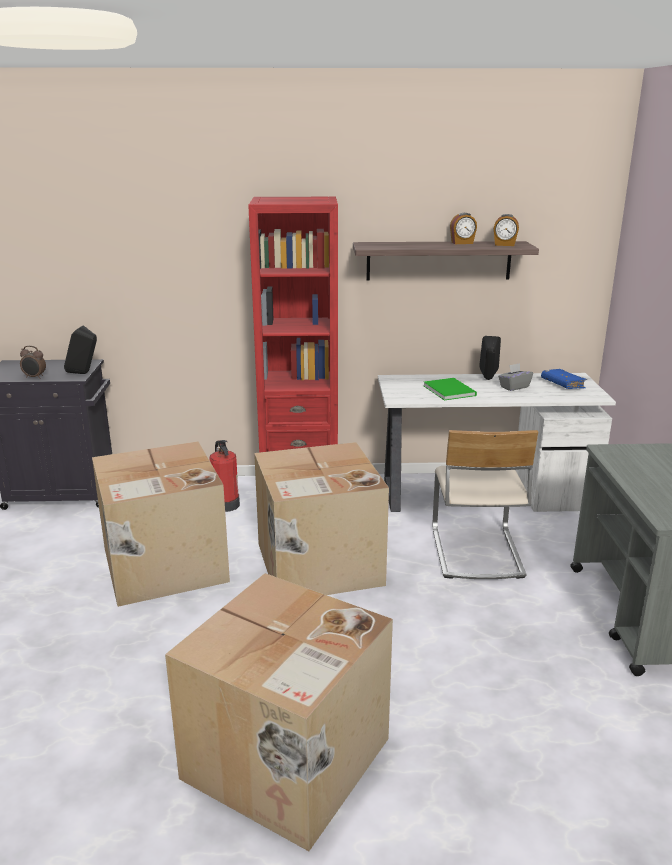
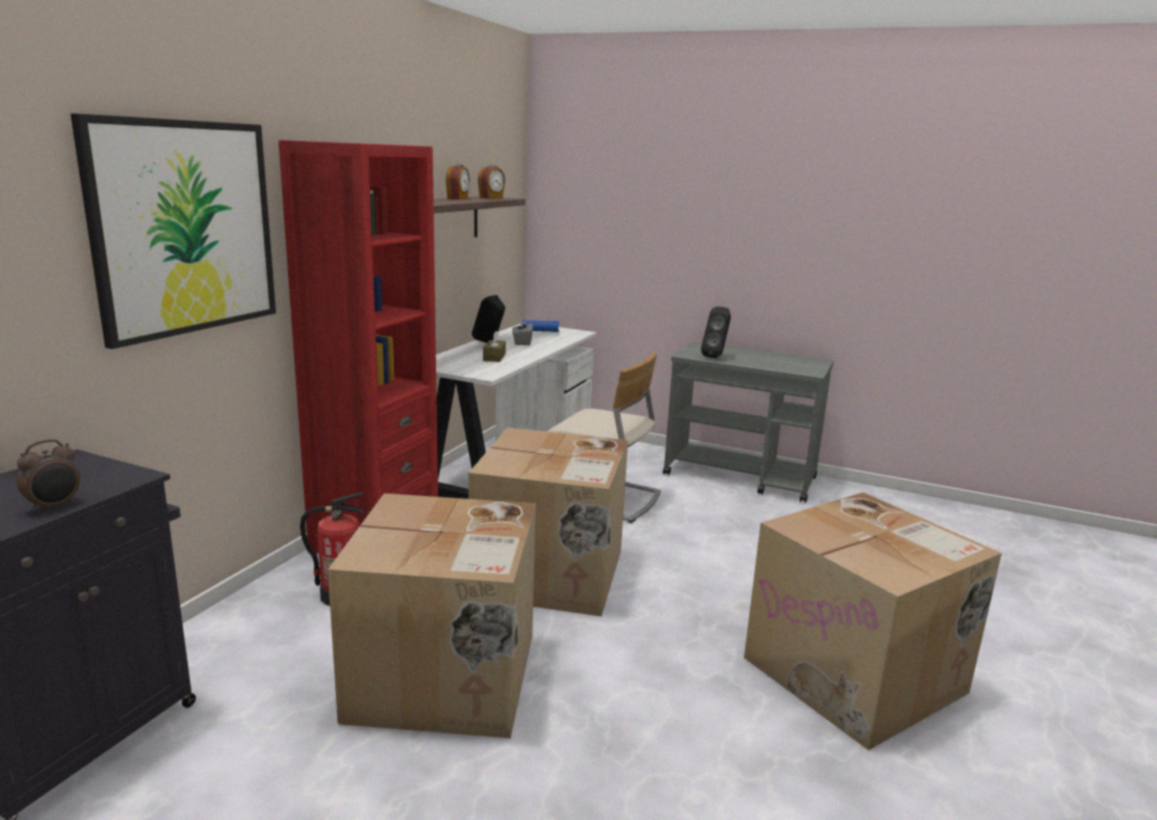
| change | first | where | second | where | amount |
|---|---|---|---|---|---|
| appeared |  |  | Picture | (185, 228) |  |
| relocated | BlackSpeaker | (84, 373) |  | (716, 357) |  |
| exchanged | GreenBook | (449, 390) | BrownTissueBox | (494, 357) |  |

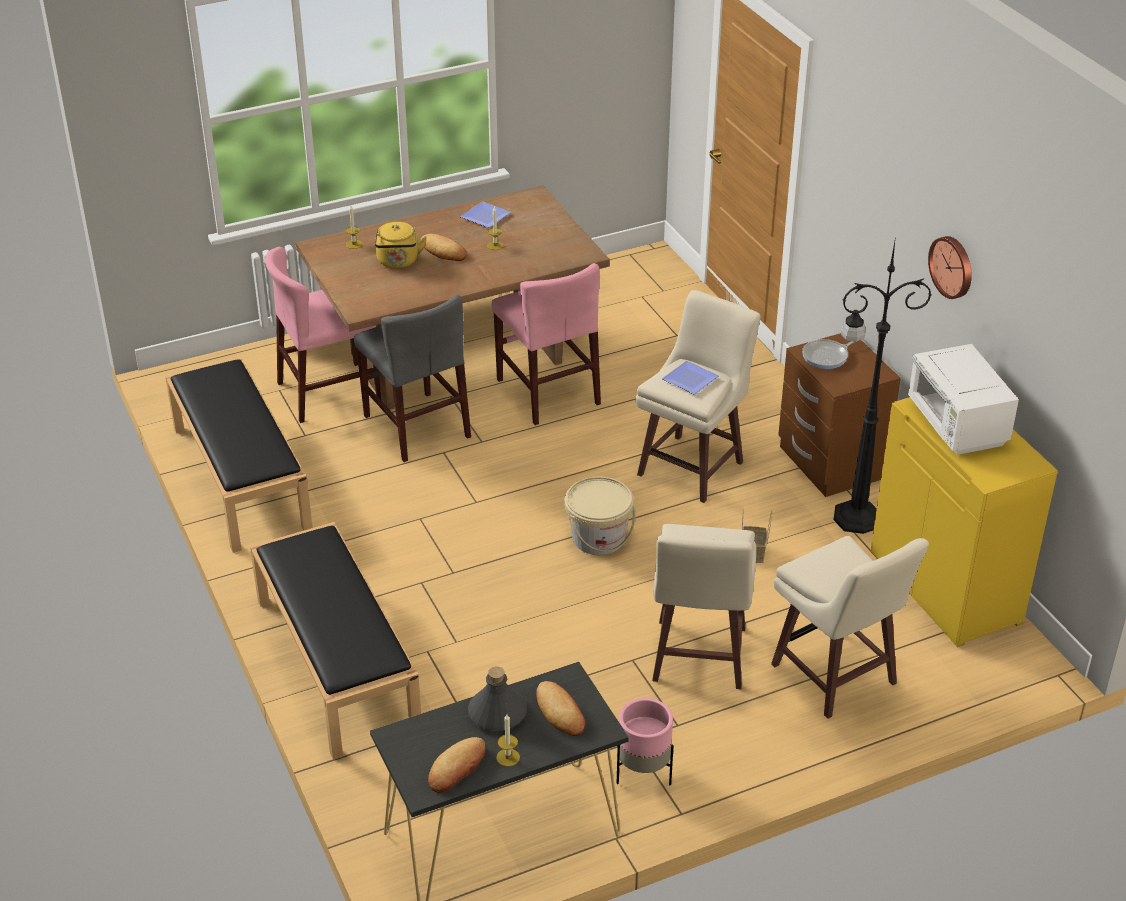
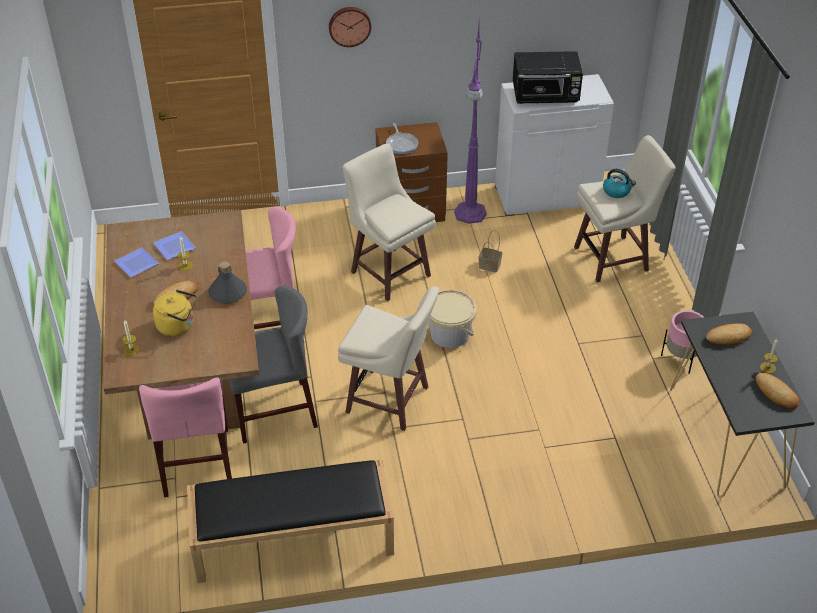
| change | first | where | second | where | amount |
|---|---|---|---|---|---|
| missing | BlackBench | (335, 662) |  |  |  |
| appeared |  |  | Kettle | (617, 191) |  |
| relocated | GreyBottle | (498, 713) |  | (228, 293) |  |
| relocated | BeigeStool | (698, 657) |  | (389, 401) |  |
| relocated | Plate | (692, 379) |  | (175, 246) |  |
| relocated | WallClock | (952, 266) |  | (349, 25) |  |
| colour | BlackFloorLamp | (854, 517) | PurpleFloorLamp | (469, 214) |  |
| colour | YellowCabinet | (947, 588) | WhiteCabinet | (547, 195) |  |
| colour | WhiteMicrowave | (956, 426) | BlackMicrowave | (546, 96) |  |

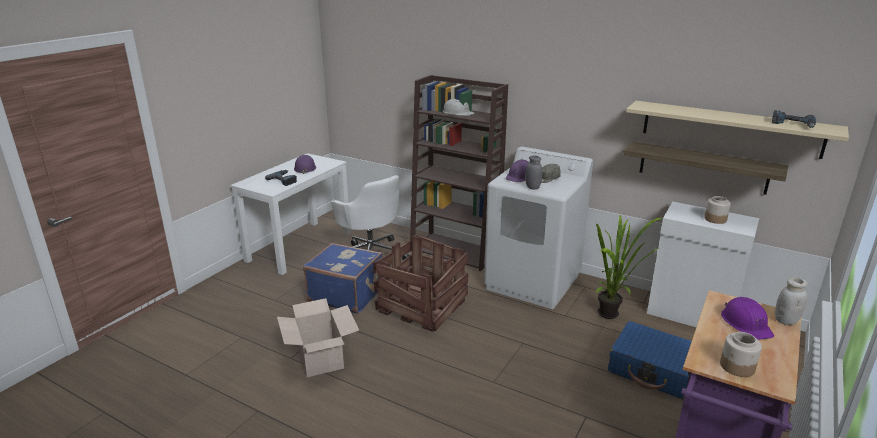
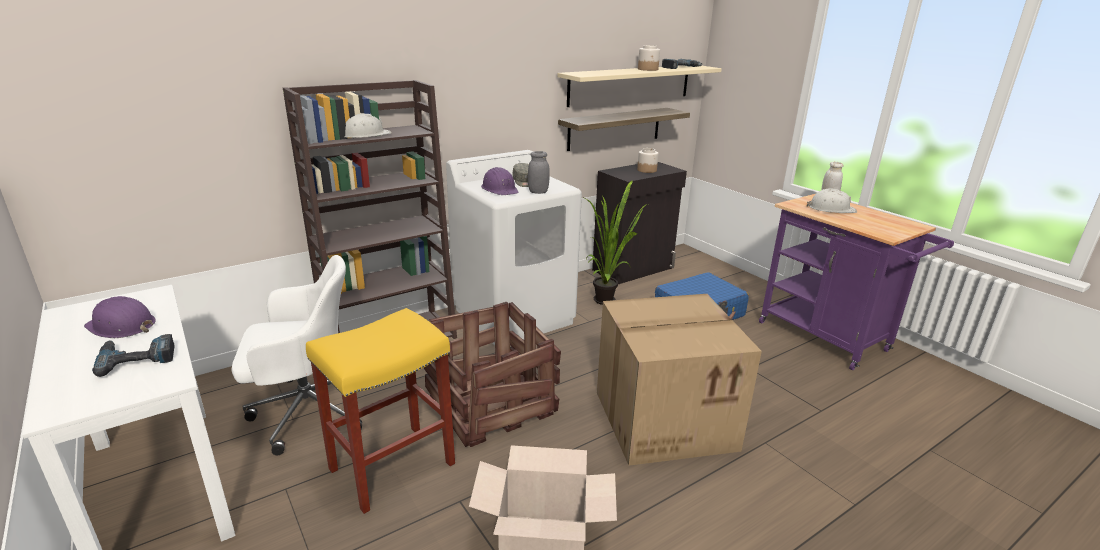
| change | first | where | second | where | amount |
|---|---|---|---|---|---|
| appeared |  |  | CardboardBox | (665, 418) |  |
| relocated | Jar | (737, 367) |  | (648, 69) |  |
| exchanged | BlueSuitcase | (346, 294) | YellowStool | (391, 467) |  |
| colour | WhiteCabinet | (691, 315) | BlackCabinet | (634, 269) |  |
| colour | PurpleHardHat | (746, 323) | WhiteHardHat | (831, 209) |  |

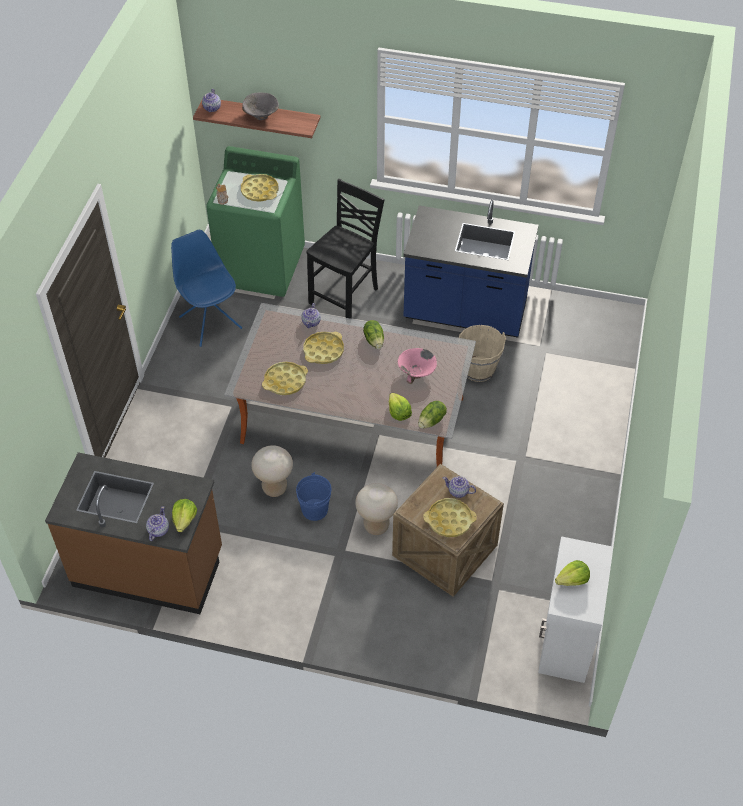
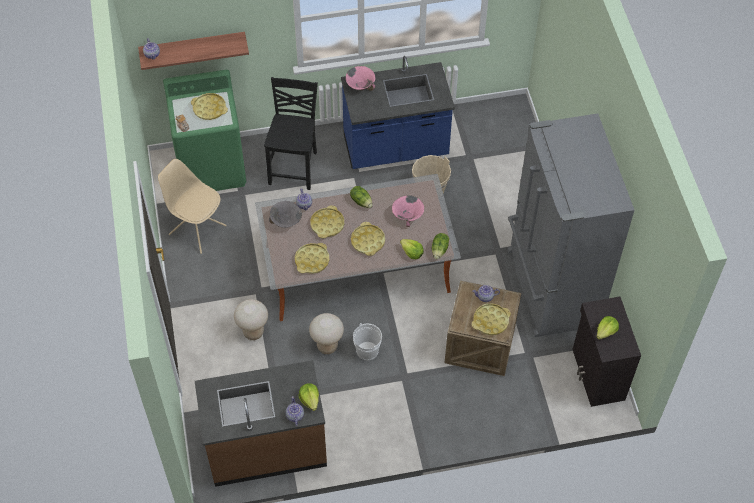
| change | first | where | second | where | amount |
|---|---|---|---|---|---|
| appeared |  |  | PinkBowl | (360, 86) |  |
| appeared |  |  | YellowTray | (367, 241) |  |
| appeared |  |  | GreyFridge | (550, 288) |  |
| relocated | GreyBowl | (261, 116) |  | (286, 221) |  |
| relocated | BeigeStool | (376, 526) |  | (253, 332) |  |
| colour | BlueChair | (210, 322) | BeigeChair | (196, 229) |  |
| colour | BlueBucket | (314, 510) | WhiteBucket | (367, 351) |  |
| colour | WhiteCabinet | (565, 640) | BlackCabinet | (597, 375) |  |

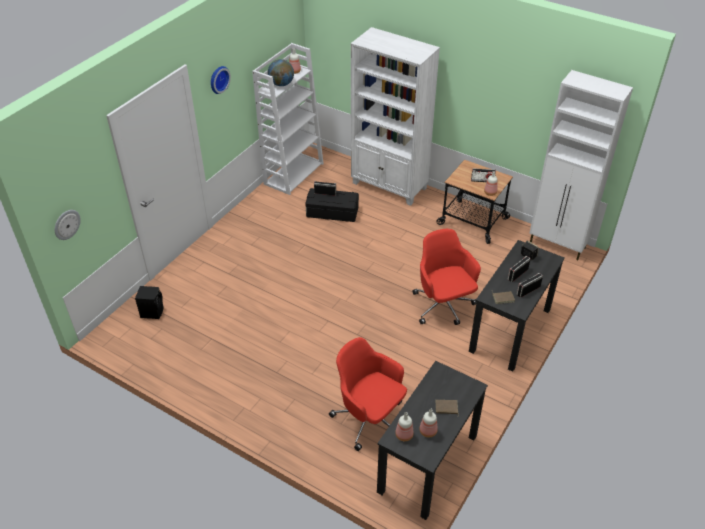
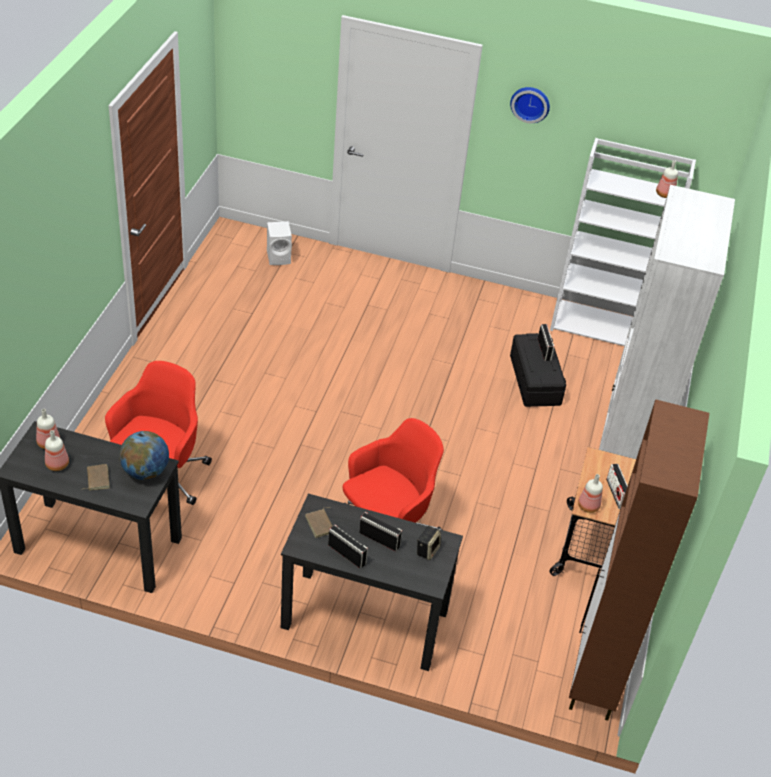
| change | first | where | second | where | amount |
|---|---|---|---|---|---|
| missing | WallClock | (66, 224) |  |  |  |
| relocated | Globe | (281, 84) |  | (145, 471) |  |
| colour | BlackSpeaker | (152, 311) | WhiteSpeaker | (279, 257) |  |
| colour | WhiteCabinet | (558, 245) | BrownCabinet | (595, 677) |  |

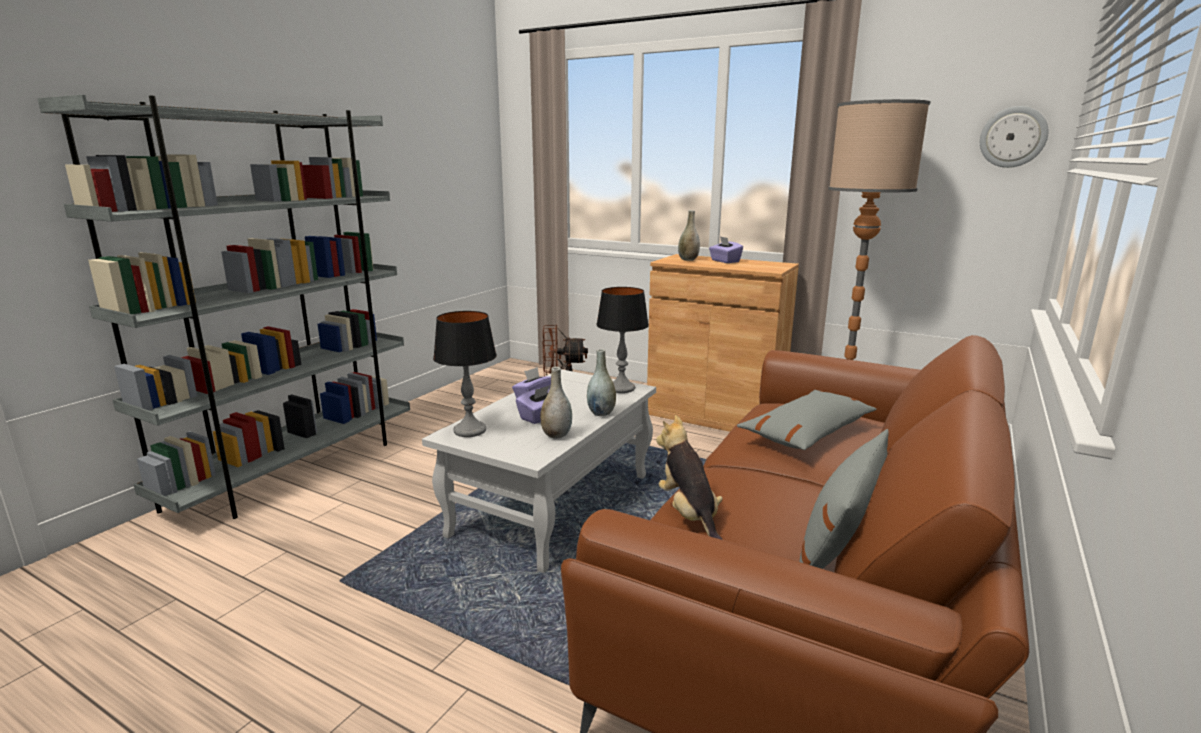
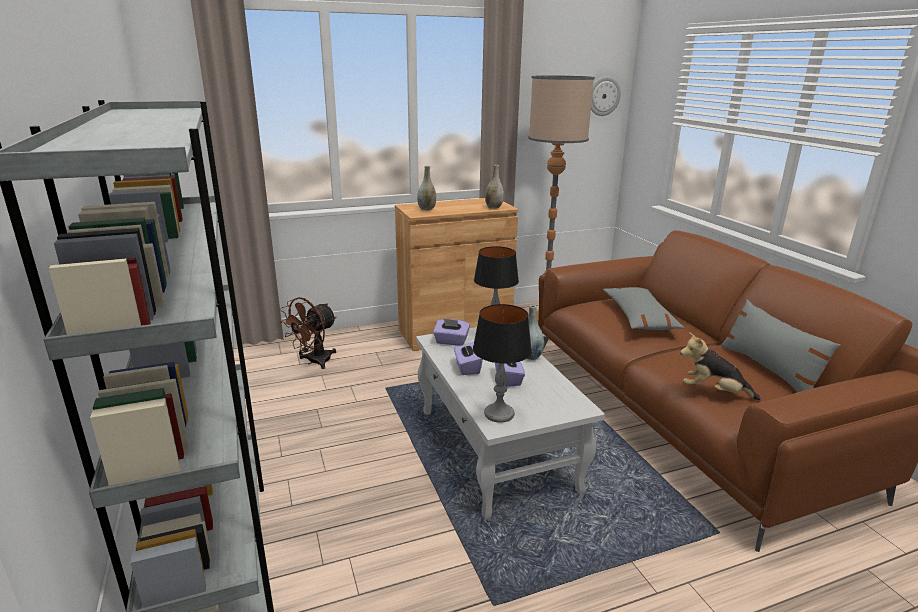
| change | first | where | second | where | amount |
|---|---|---|---|---|---|
| relocated | GreyVase | (556, 435) |  | (494, 207) |  |
| relocated | PurpleTissueBox | (724, 261) |  | (451, 341) |  |

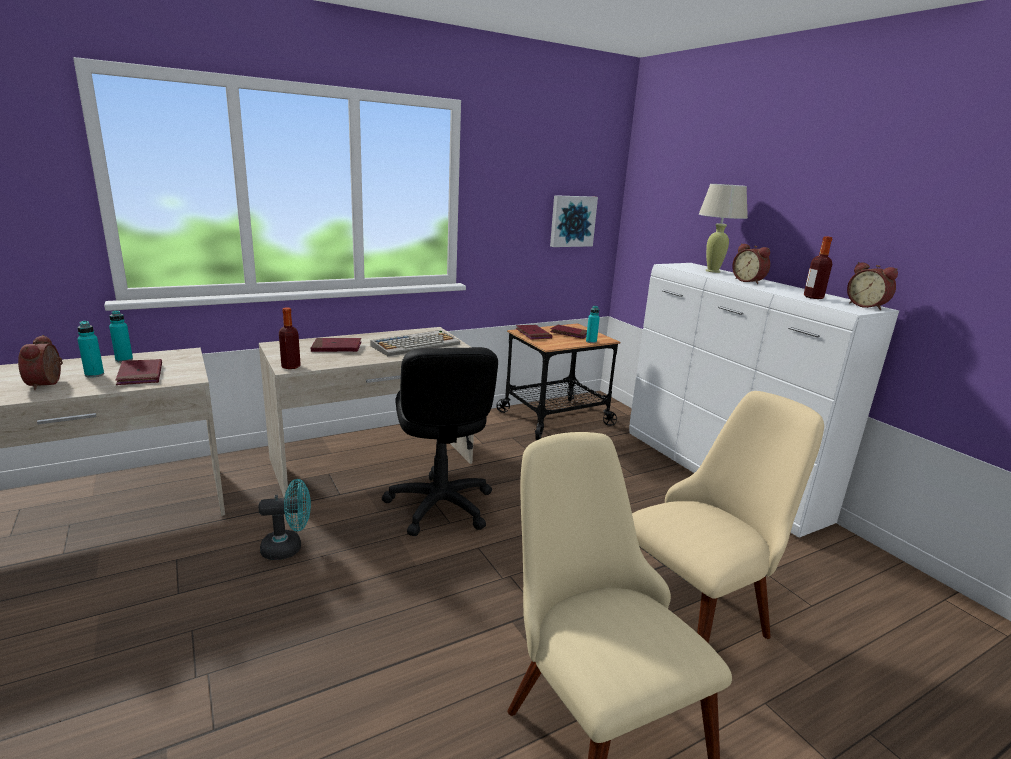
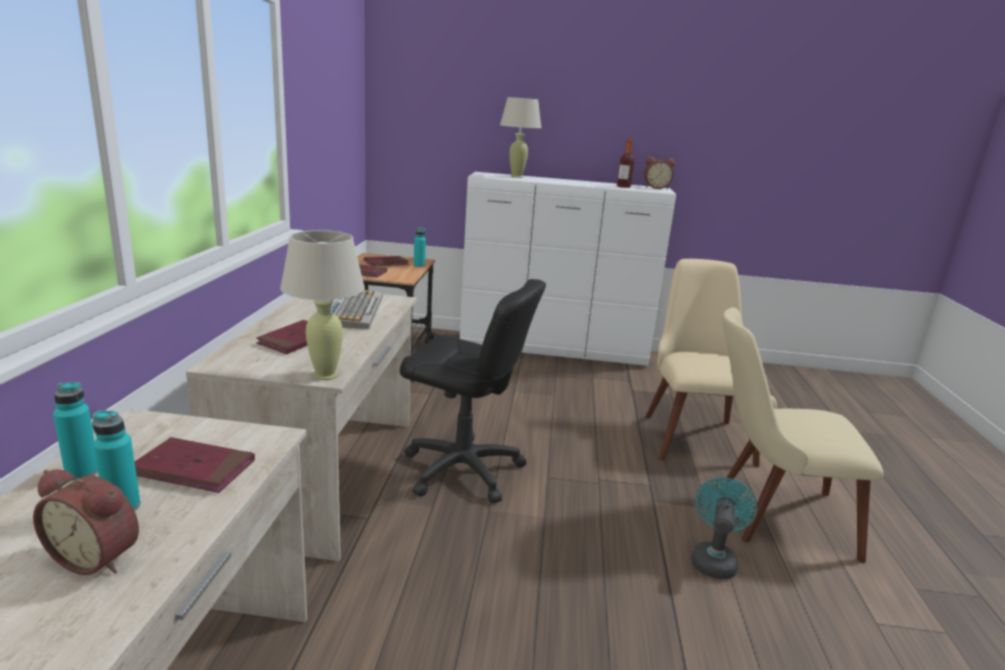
| change | first | where | second | where | amount |
|---|---|---|---|---|---|
| missing | Picture | (572, 221) |  |  |  |
| missing | AlarmClock | (749, 281) |  |  |  |
| relocated | TurquoiseFan | (288, 548) |  | (713, 559) |  |
| exchanged | Bottle | (291, 366) | BeigeTableLamp | (325, 375) |  |

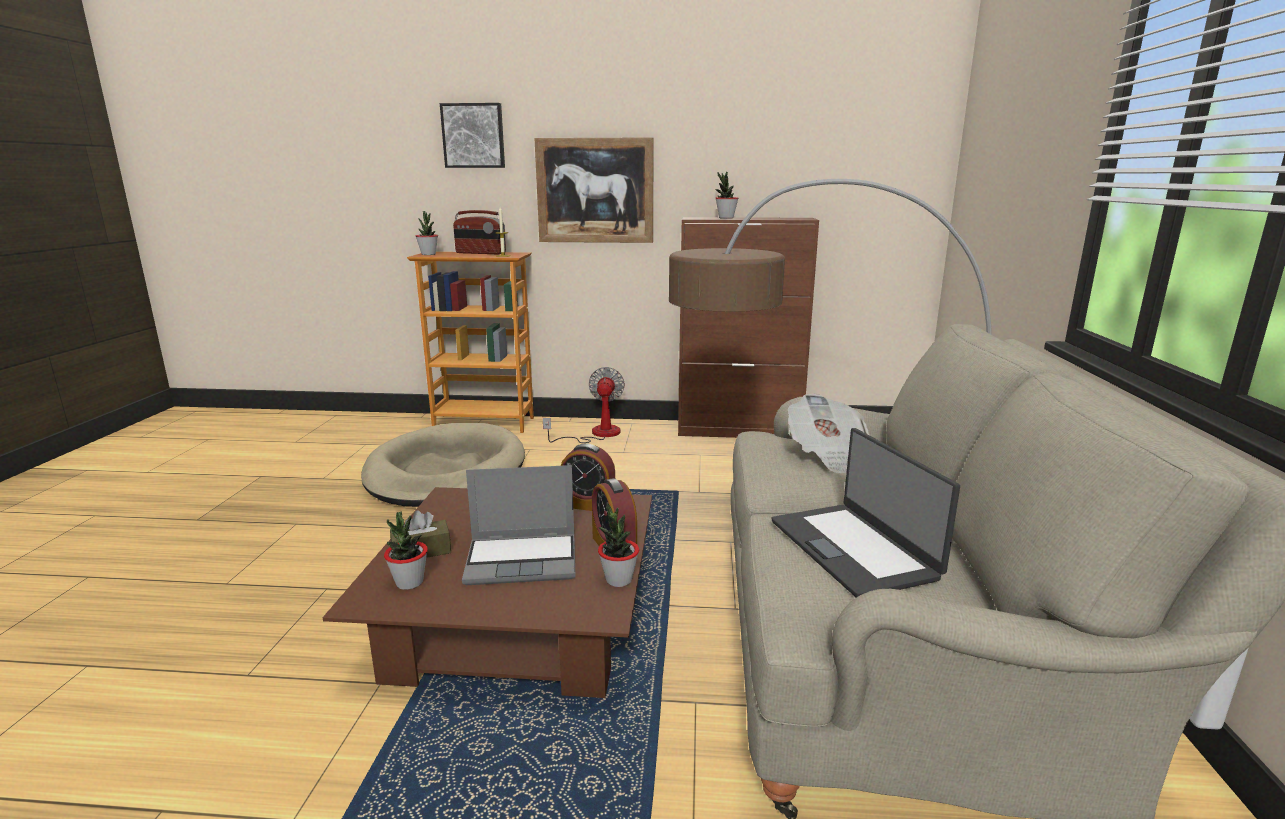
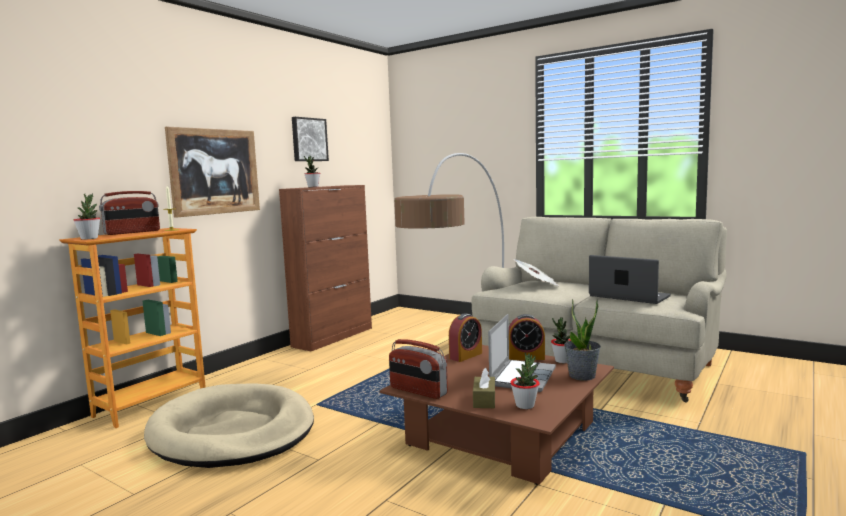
| change | first | where | second | where | amount |
|---|---|---|---|---|---|
| missing | Fan | (596, 434) |  |  |  |
| appeared |  |  | Radio | (418, 391) |  |
| appeared |  |  | PottedPlant | (582, 376) |  |
| relocated | Picture | (473, 136) |  | (308, 139) |  |
| spun | Laptop | (854, 548) |  | (628, 296) | 150 degrees counterclockwise |

